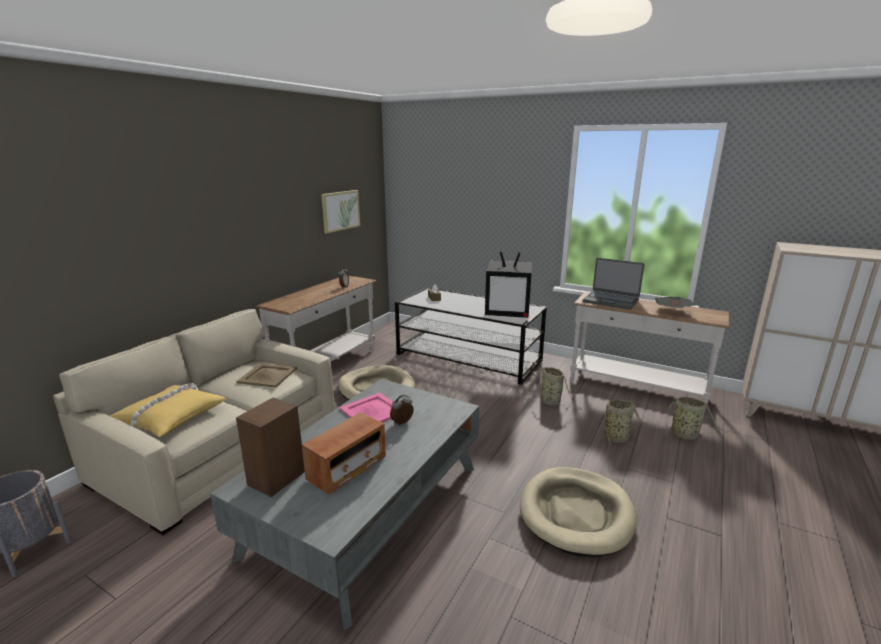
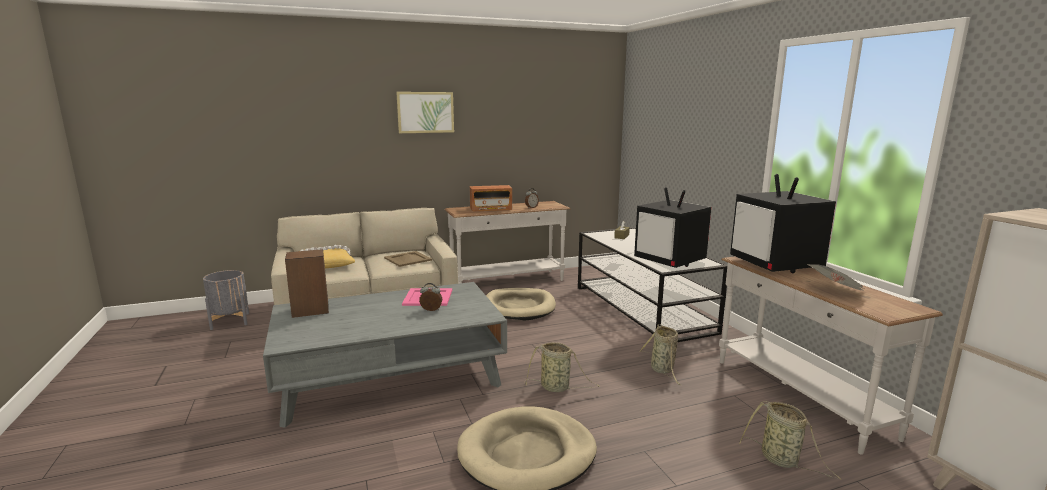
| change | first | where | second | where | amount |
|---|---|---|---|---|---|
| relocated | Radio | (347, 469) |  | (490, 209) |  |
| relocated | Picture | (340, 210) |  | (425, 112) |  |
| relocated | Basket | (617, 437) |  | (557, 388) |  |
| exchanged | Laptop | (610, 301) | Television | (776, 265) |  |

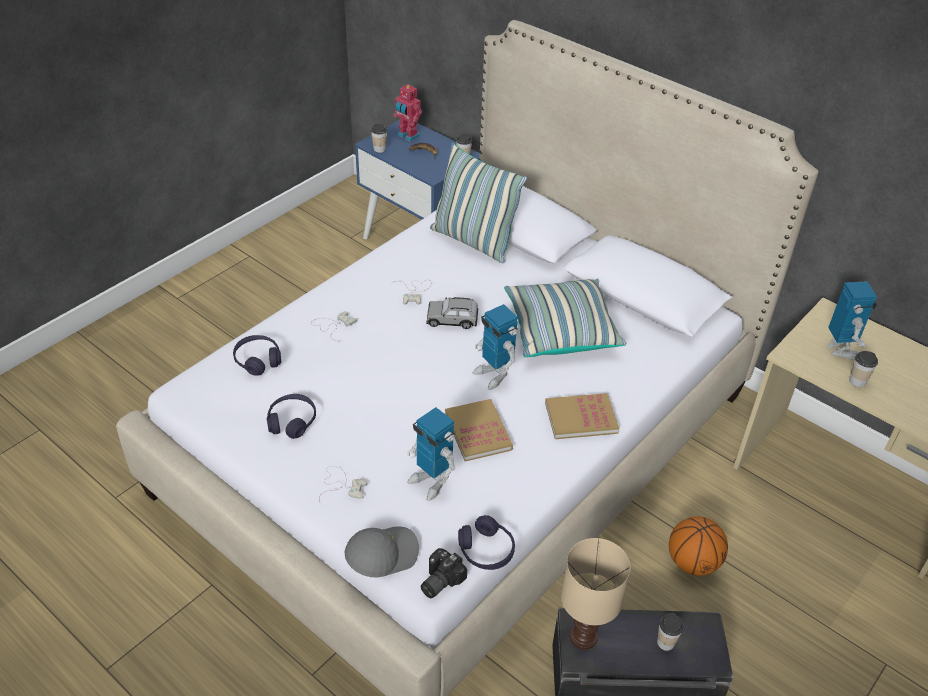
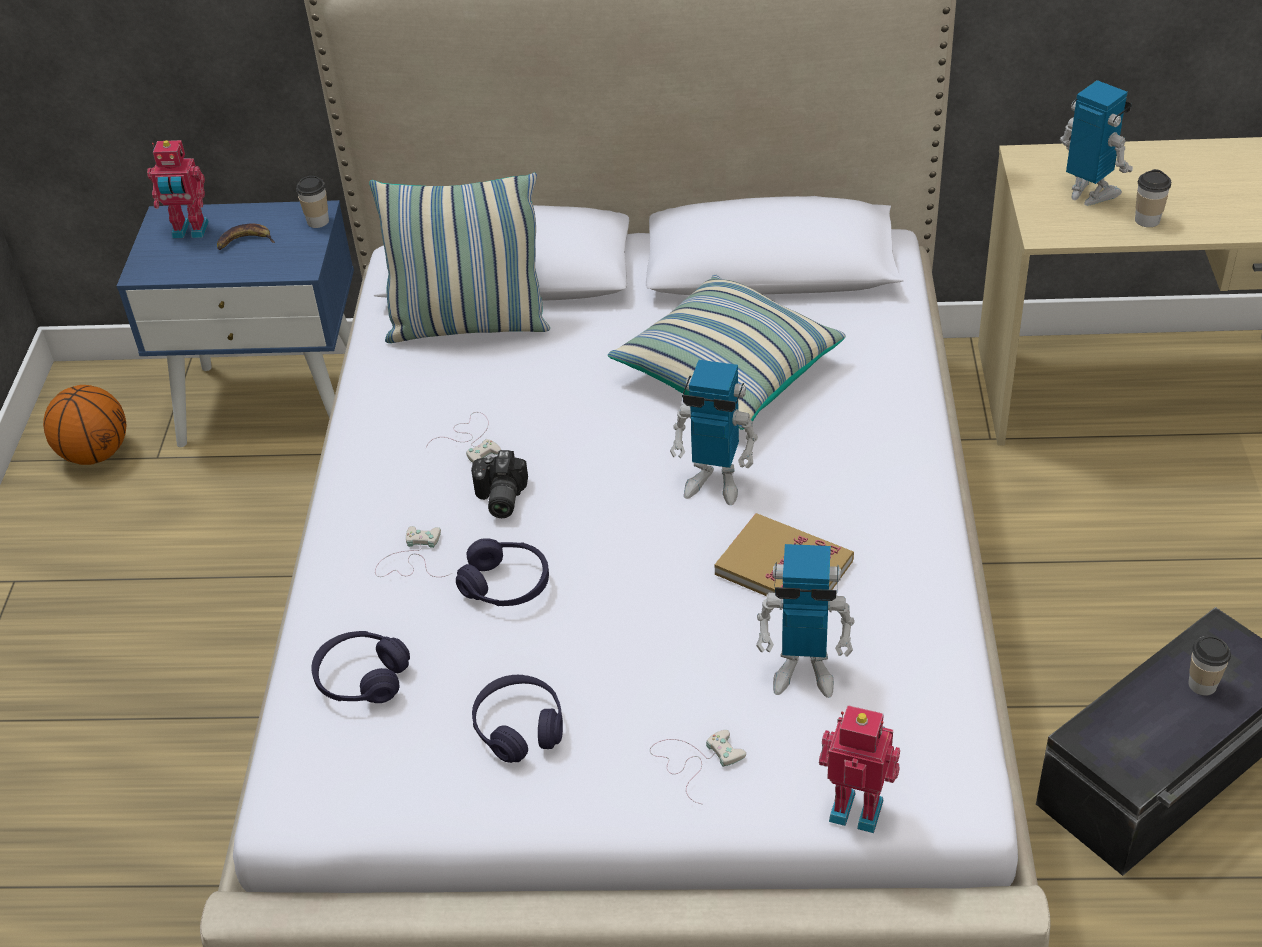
| change | first | where | second | where | amount |
|---|---|---|---|---|---|
| missing | Cup | (379, 149) |  |  |  |
| missing | GreyToyCar | (452, 320) |  |  |  |
| missing | Book | (581, 418) |  |  |  |
| missing | BeigeTableLamp | (582, 636) |  |  |  |
| relocated | PhotoCamera | (438, 580) |  | (498, 498) |  |
| relocated | PurpleHeadphones | (486, 550) |  | (506, 585) |  |
| relocated | Basketball | (692, 563) |  | (96, 454) |  |
| exchanged | GreyCap | (382, 554) | ToyRobot | (857, 807) |  |

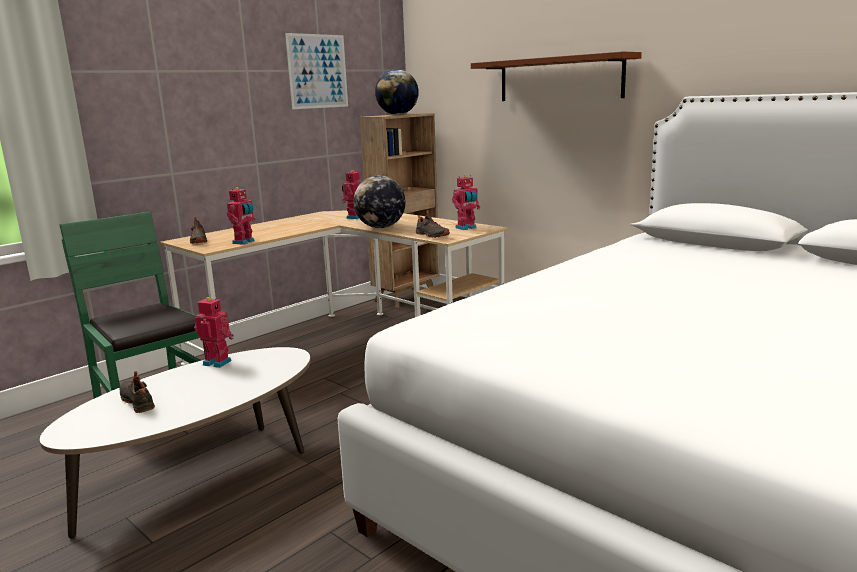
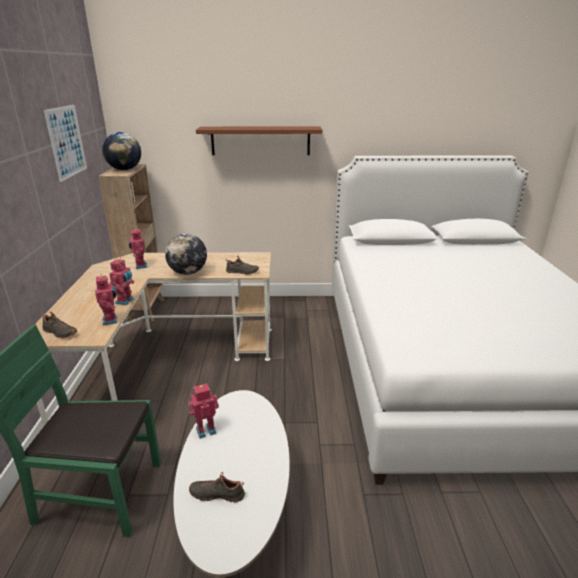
| change | first | where | second | where | amount |
|---|---|---|---|---|---|
| relocated | ToyRobot | (466, 228) |  | (125, 301) |  |

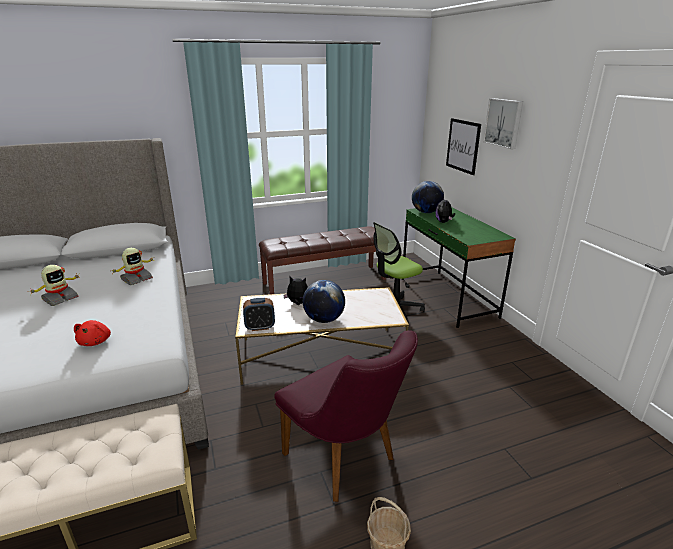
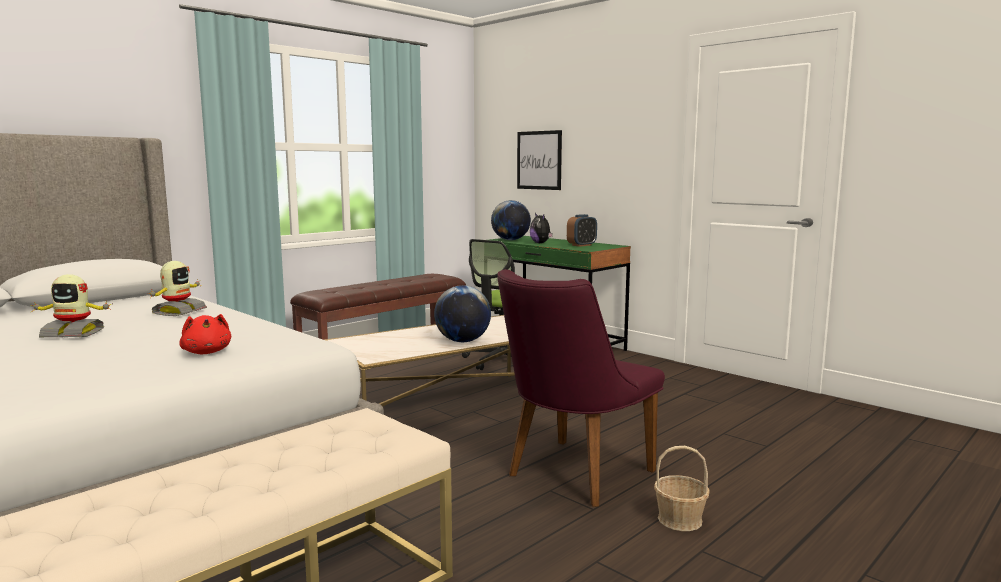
| change | first | where | second | where | amount |
|---|---|---|---|---|---|
| missing | PlushToy | (298, 303) |  |  |  |
| missing | Picture | (504, 123) |  |  |  |
| relocated | AlarmClock | (260, 327) |  | (581, 245) |  |
| spun | ToyRobot | (60, 298) |  | (73, 333) | 75 degrees clockwise |
| spun | PurpleChair | (346, 461) |  | (571, 476) | 105 degrees clockwise |

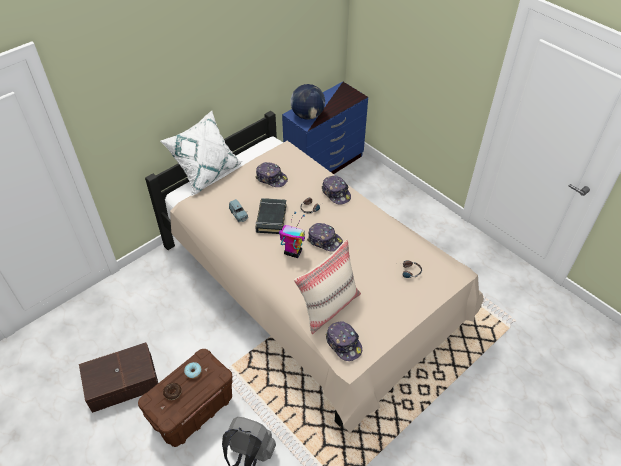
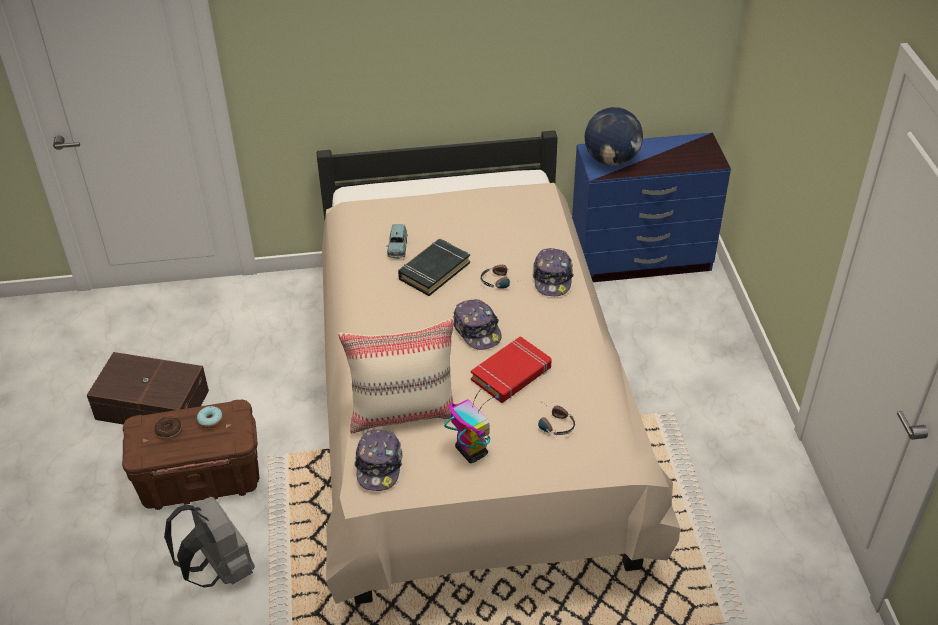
| change | first | where | second | where | amount |
|---|---|---|---|---|---|
| missing | WhitePillow | (207, 173) |  |  |  |
| missing | Cap | (271, 178) |  |  |  |
| appeared |  |  | RedBook | (511, 374) |  |
| relocated | ToyRobot | (292, 252) |  | (470, 451) |  |

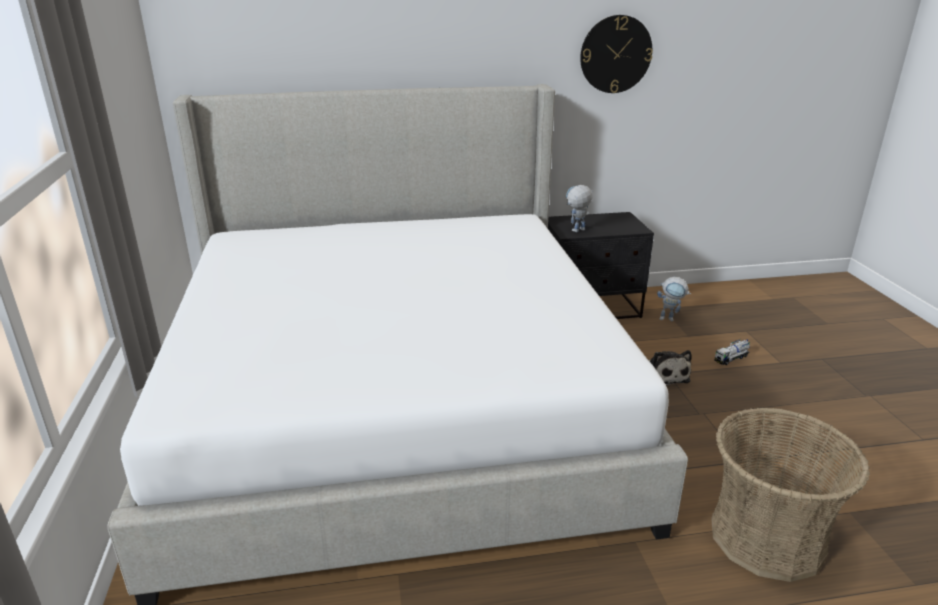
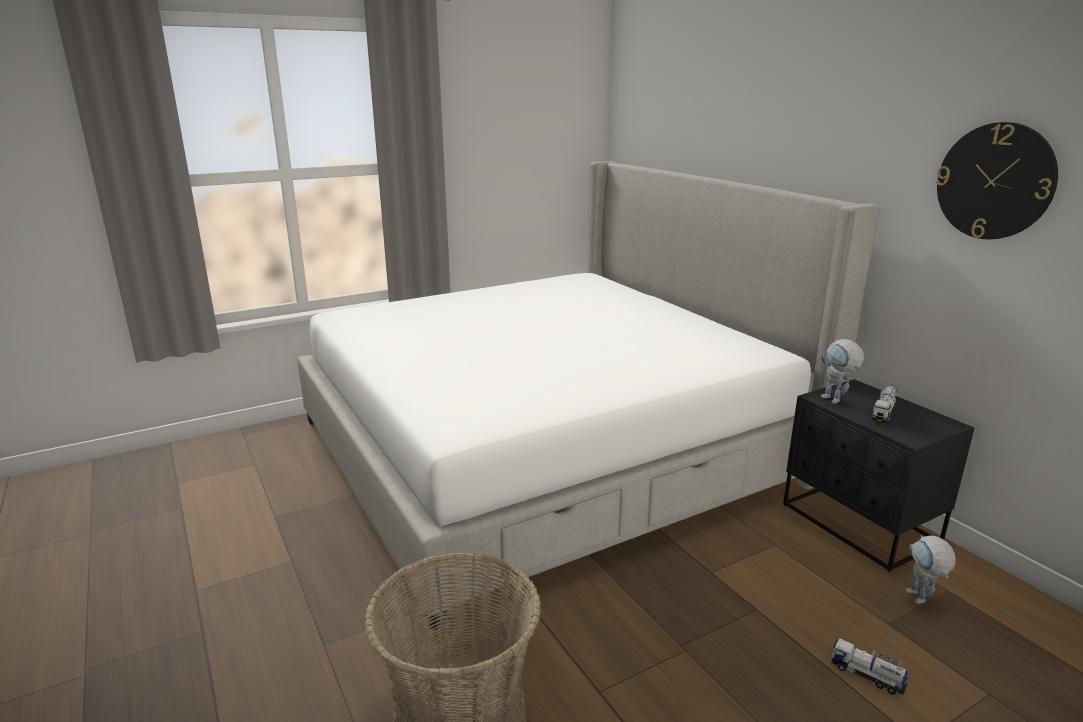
| change | first | where | second | where | amount |
|---|---|---|---|---|---|
| missing | PlushToy | (664, 375) |  |  |  |
| appeared |  |  | ToyTruck | (883, 413) |  |
| spun | ToyRobot | (576, 231) |  | (836, 401) | 150 degrees counterclockwise |

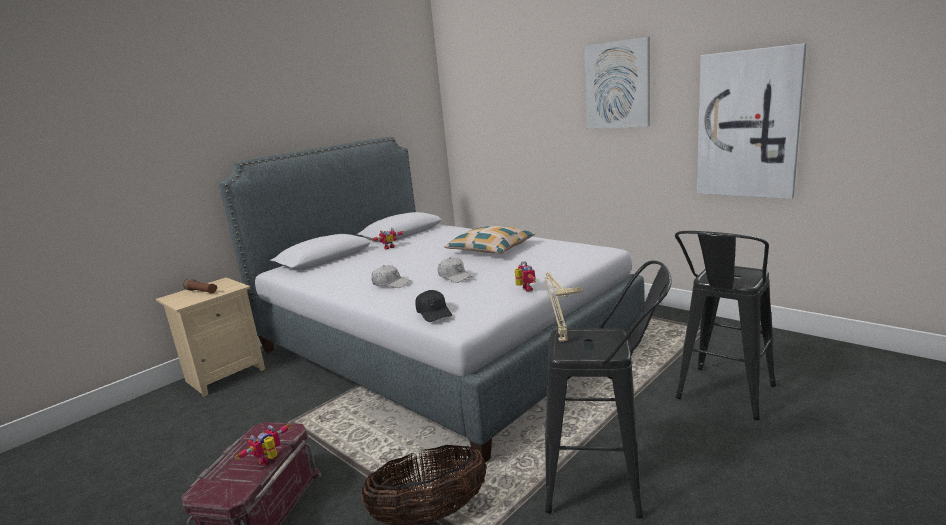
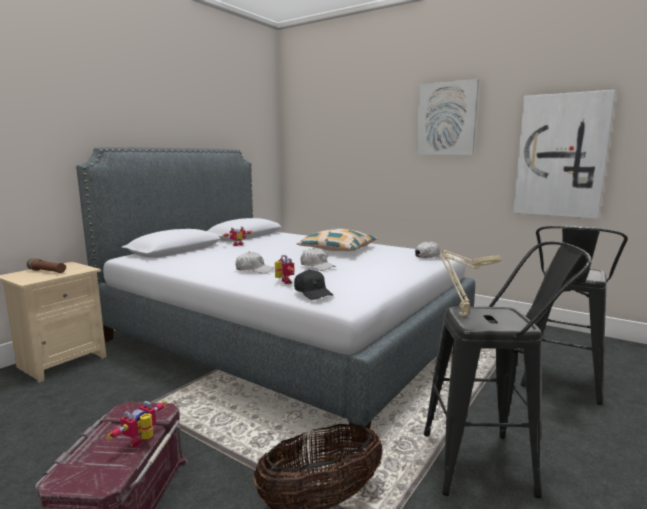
| change | first | where | second | where | amount |
|---|---|---|---|---|---|
| appeared |  |  | WhiteCap | (431, 257) |  |
| relocated | ToyRobot | (524, 289) |  | (283, 282) |  |

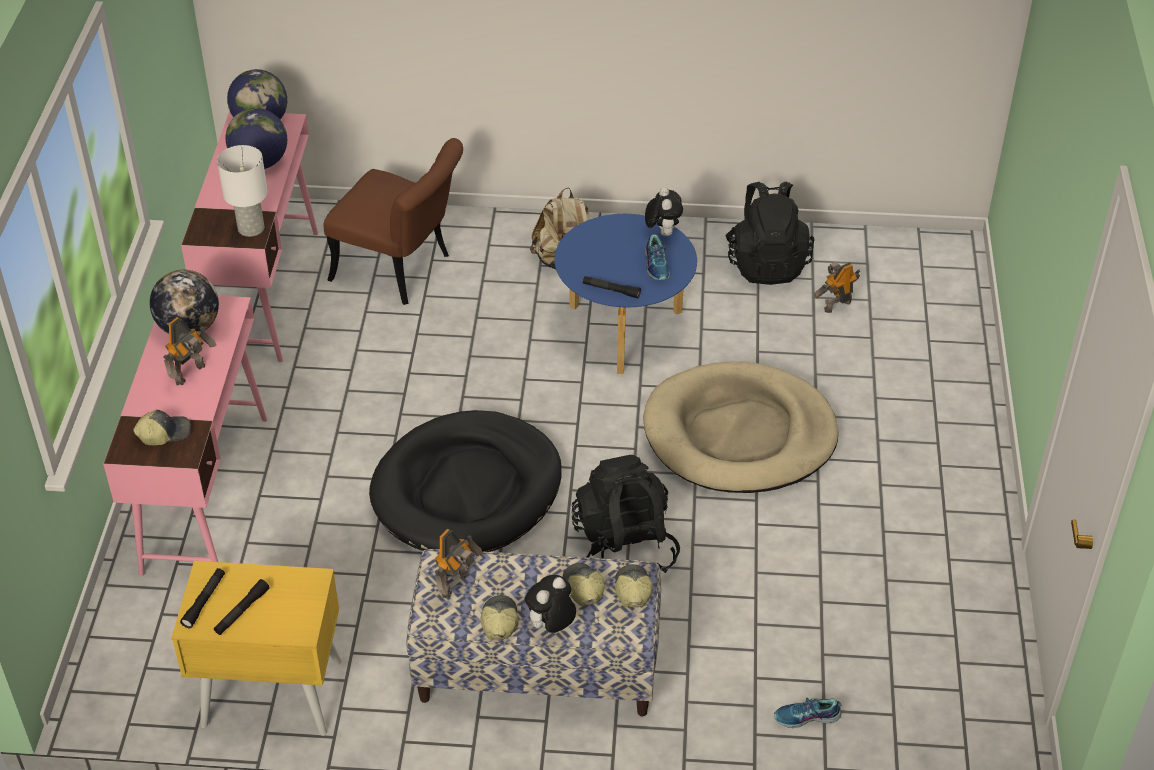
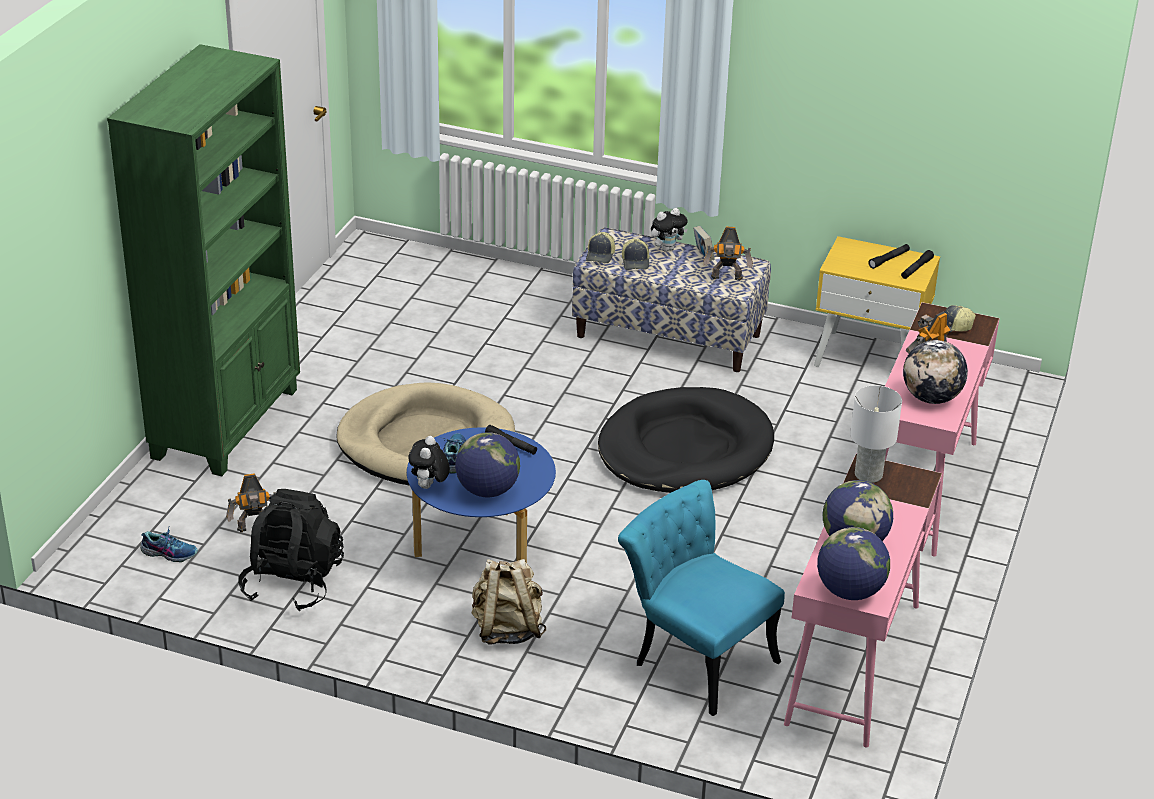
| change | first | where | second | where | amount |
|---|---|---|---|---|---|
| missing | BlackBackpack | (624, 547) |  |  |  |
| appeared |  |  | GreenBookcase | (227, 423) |  |
| appeared |  |  | Globe | (487, 491) |  |
| relocated | Shoe | (807, 718) |  | (169, 553) |  |
| exchanged | Cap | (499, 621) | Book | (703, 256) |  |
| colour | BrownChair | (401, 270) | TurquoiseChair | (694, 657) |  |
| spun | ToyRobot | (457, 585) |  | (727, 278) | 135 degrees counterclockwise |

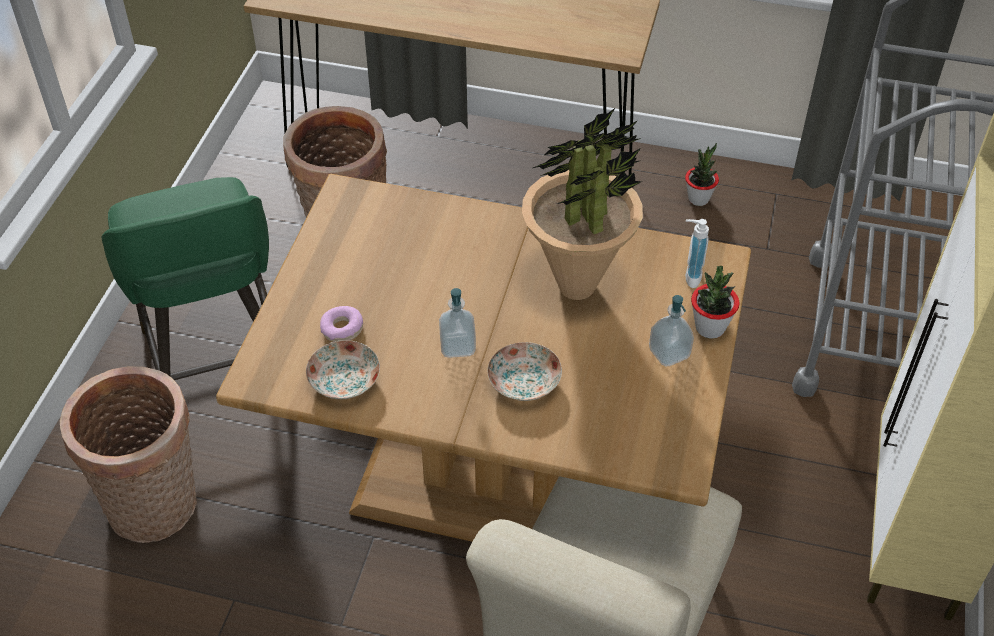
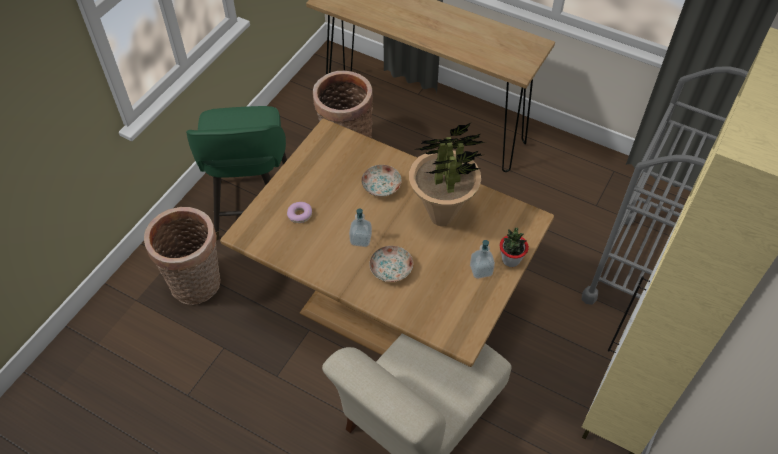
| change | first | where | second | where | amount |
|---|---|---|---|---|---|
| missing | PottedPlant | (698, 199) |  |  |  |
| missing | SoapDispenser | (689, 276) |  |  |  |
| relocated | Plate | (343, 380) |  | (381, 186) |  |

